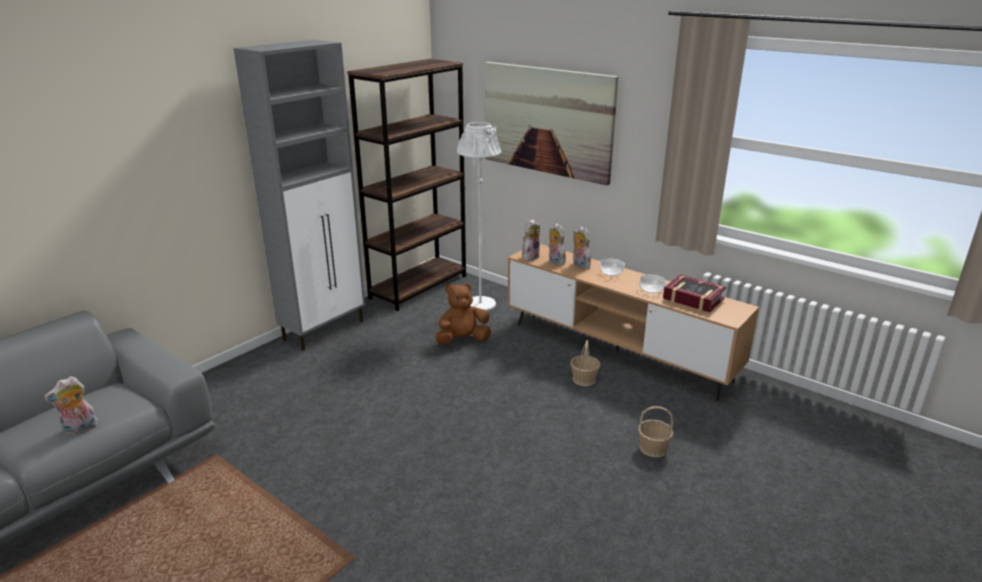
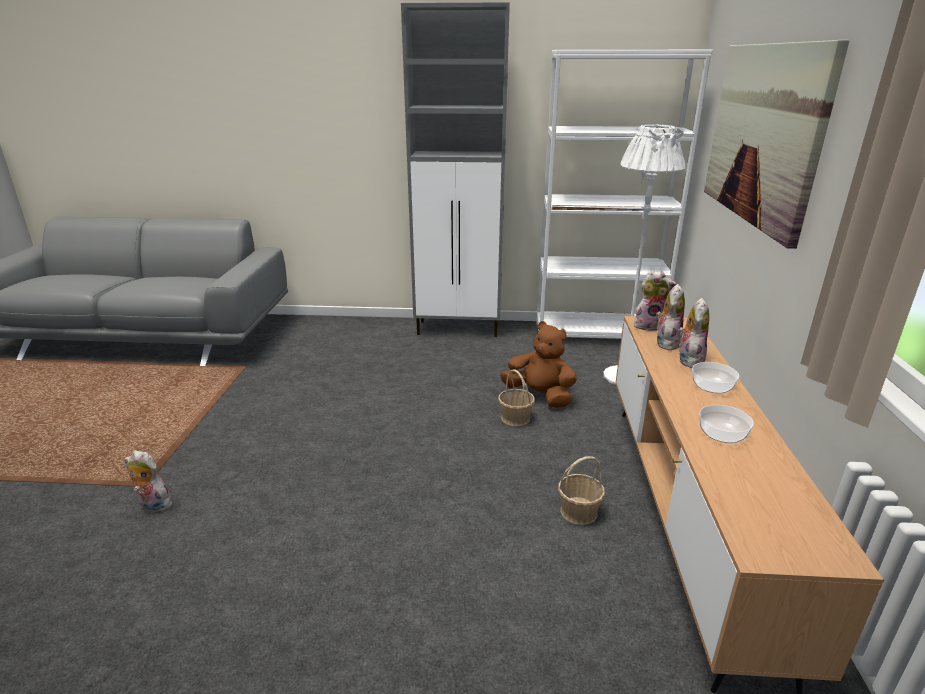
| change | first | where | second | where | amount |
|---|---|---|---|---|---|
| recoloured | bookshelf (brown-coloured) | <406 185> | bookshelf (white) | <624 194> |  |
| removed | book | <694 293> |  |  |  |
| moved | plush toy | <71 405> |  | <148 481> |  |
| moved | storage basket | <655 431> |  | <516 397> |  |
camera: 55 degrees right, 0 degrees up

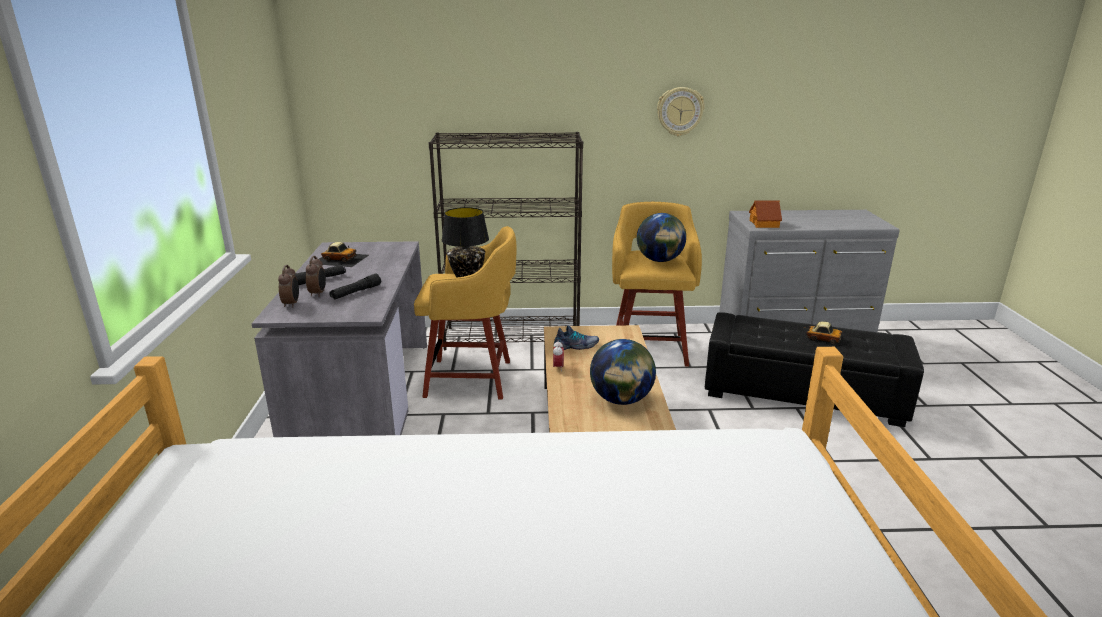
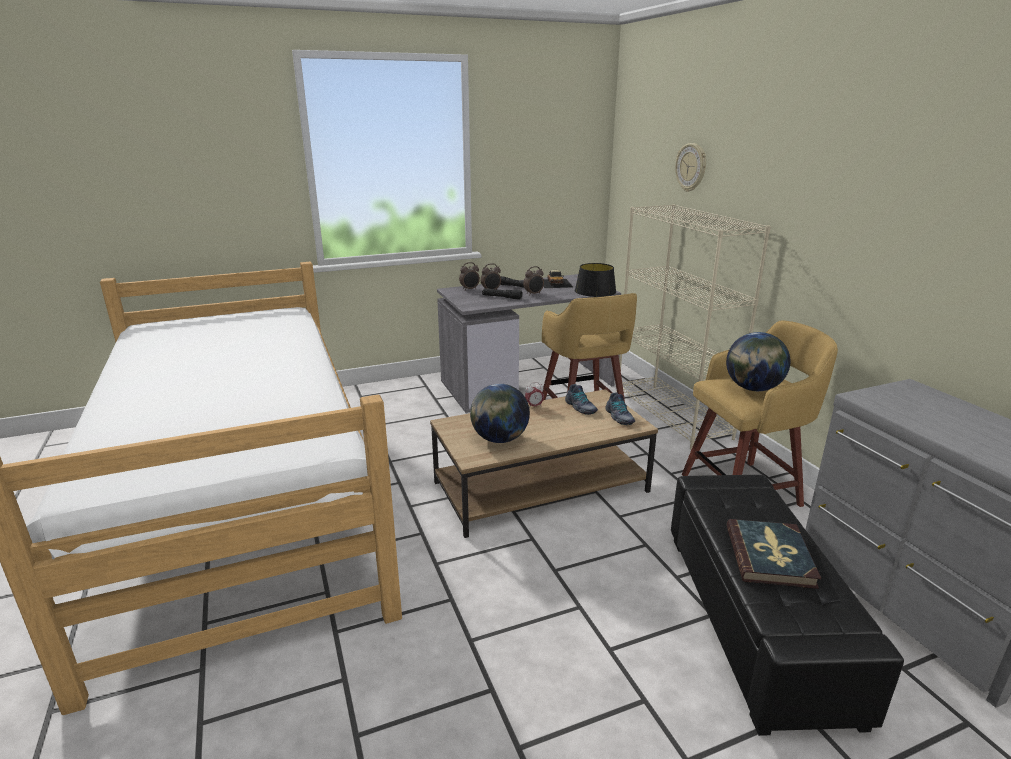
| change | first | where | second | where | amount |
|---|---|---|---|---|---|
| moved | clock on the wall | <681 111> |  | <690 167> |  |
| recoloured | bookshelf (blackish) | <506 241> | bookshelf (beige-coloured) | <693 327> |  |
| removed | toy house | <765 214> |  |  |  |
| replaced | miniature car | <824 336> | book | <774 554> |  |
| added |  |  | table clock | <533 281> |  |
| added |  |  | shoe | <620 409> |  |
camera: 70 degrees right, 0 degrees up

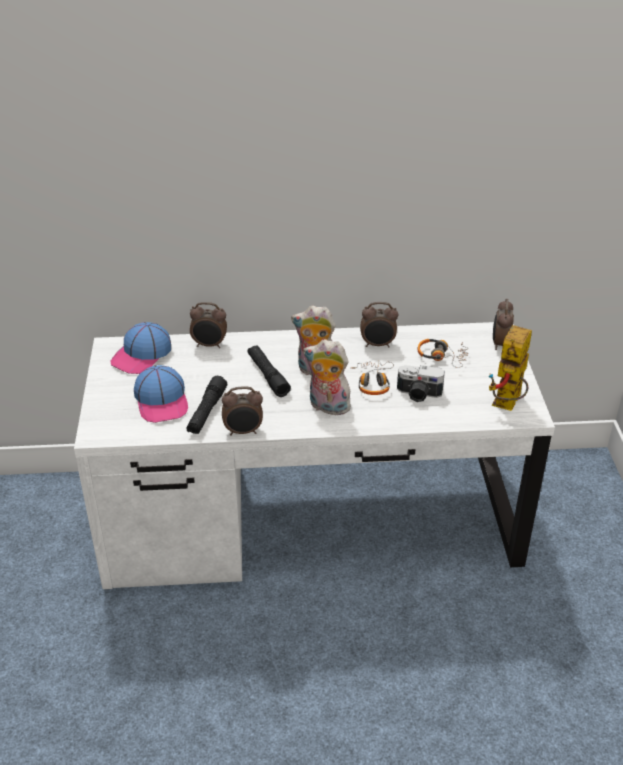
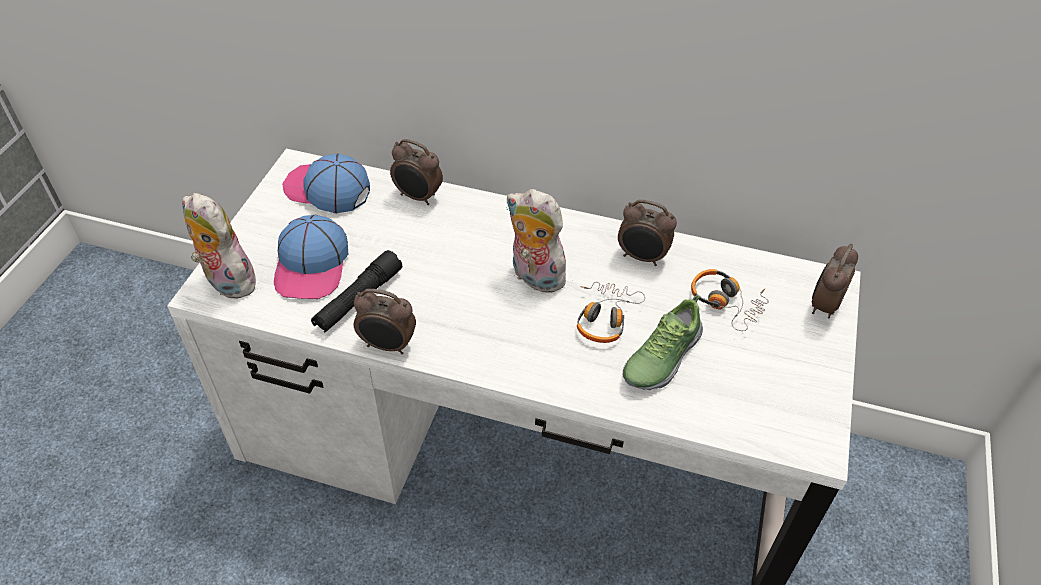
| change | first | where | second | where | amount |
|---|---|---|---|---|---|
| turned | peaked cap | <141 348> |  | <326 183> | 60 degrees clockwise |
| removed | robot figure | <510 368> |  |  |  |
| moved | plush toy | <328 377> |  | <222 246> |  |
| removed | flashlight (blackish) | <269 371> |  |  |  |
| replaced | photo camera | <421 383> | shoe | <663 342> |  |
camera: 20 degrees right, 10 degrees up

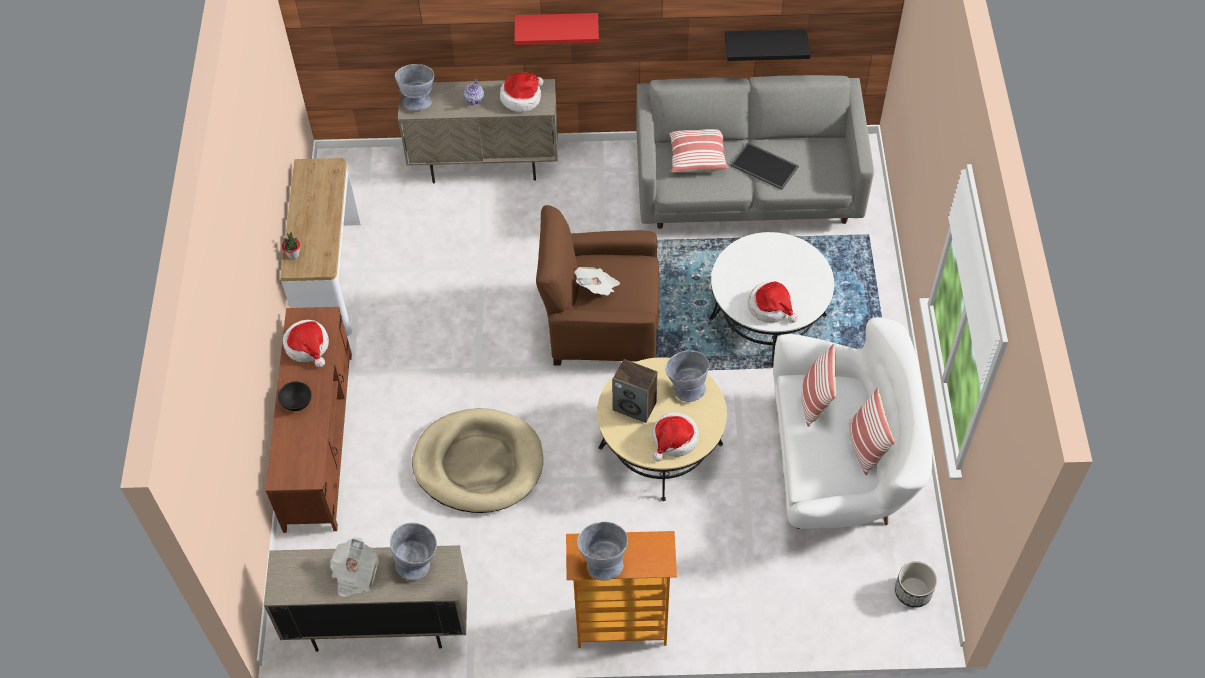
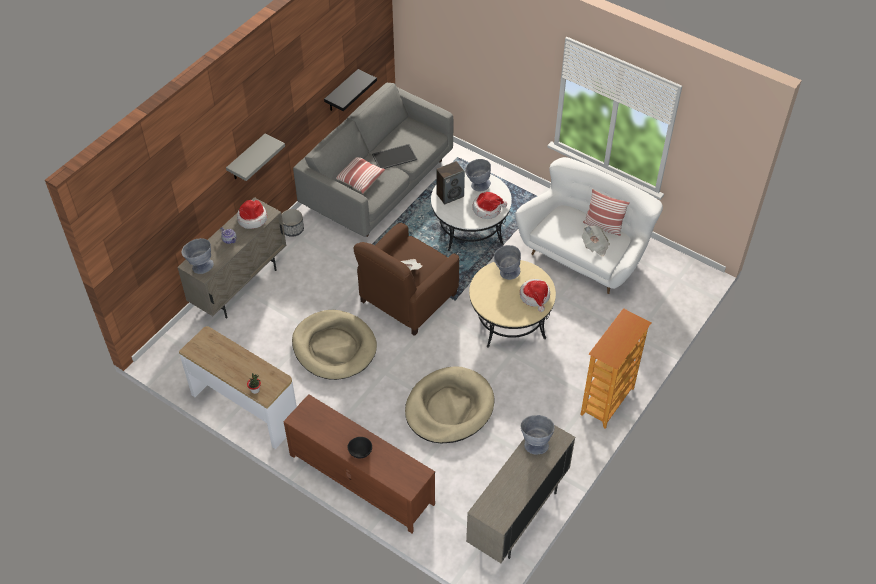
| change | first | where | second | where | amount |
|---|---|---|---|---|---|
| recoloured | bracket shelf (red) | <556 29> | bracket shelf (greyish) | <255 157> |  |
| removed | wearable hat | <306 343> |  |  |  |
| removed | throw pillow | <818 385> |  |  |  |
| moved | speaker | <634 391> |  | <450 183> |  |
| moved | deep dish (greyish) | <602 551> |  | <478 175> |  |
| moved | newspaper | <354 567> |  | <596 240> |  |
| moved | flower pot | <916 584> |  | <293 223> |  |
| added |  |  | pet bed (beige-coloured) | <334 345> |  |
camera: 55 degrees left, 5 degrees down

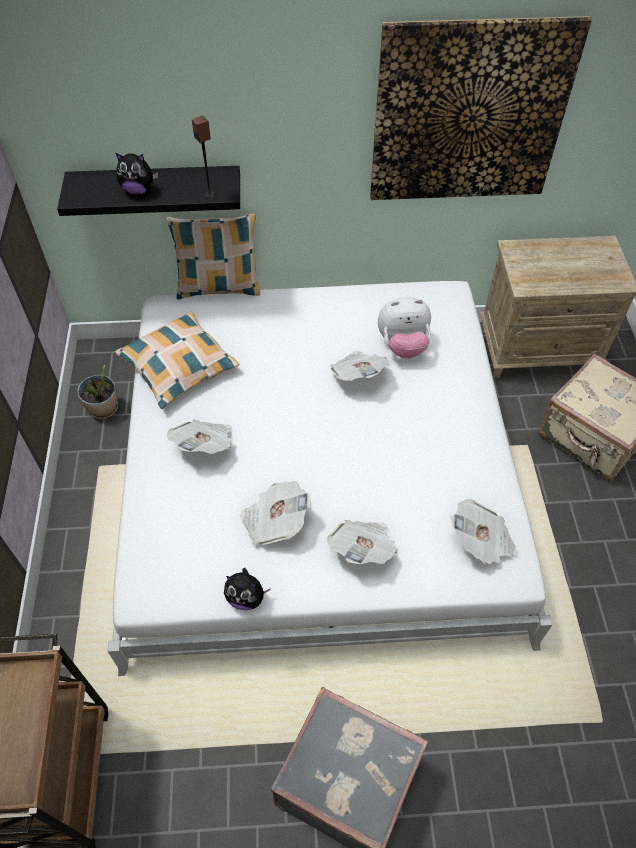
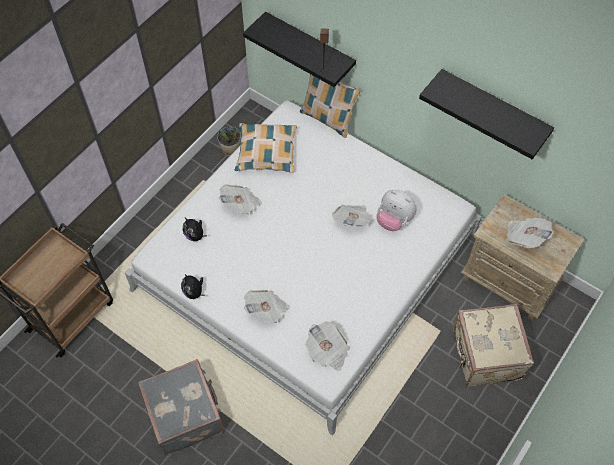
| change | first | where | second | where | amount |
|---|---|---|---|---|---|
| replaced | wall art | <481 108> | bracket shelf (blackish) | <486 114> |  |
| moved | plush toy | <137 173> |  | <195 229> |  |
| moved | newspaper | <275 513> |  | <529 232> |  |
camera: 40 degrees right, 5 degrees up

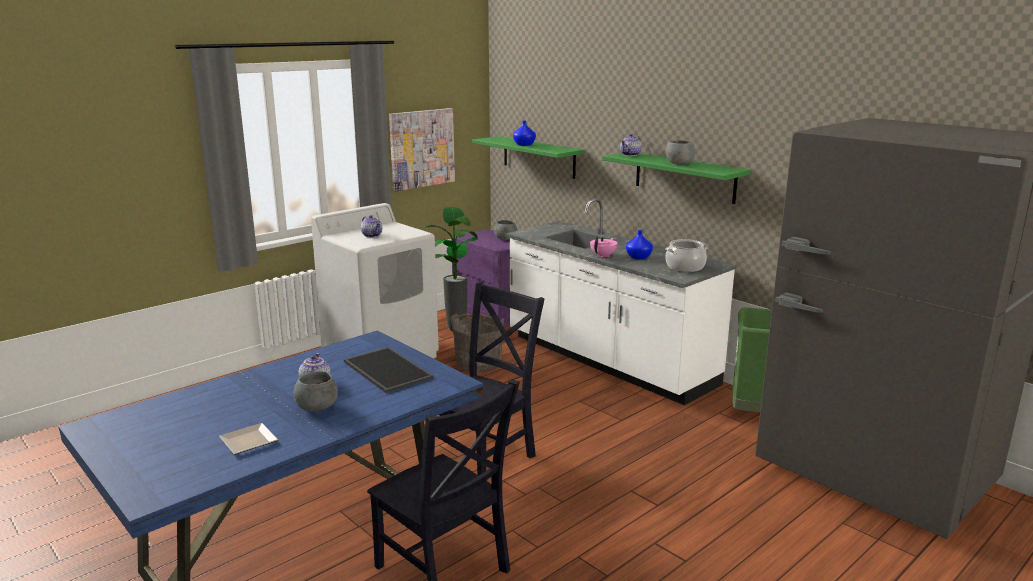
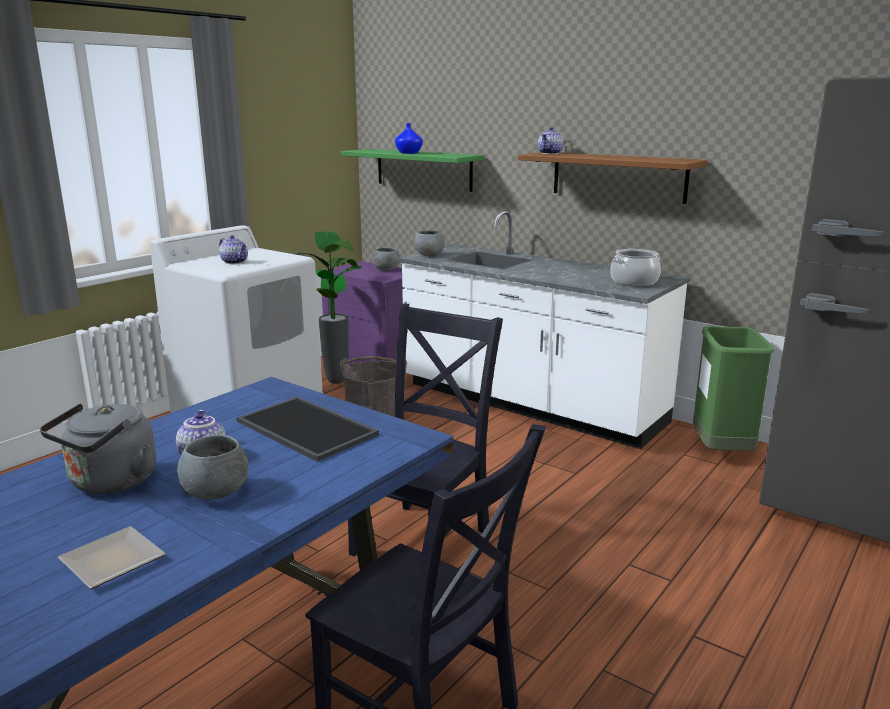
| change | first | where | second | where | amount |
|---|---|---|---|---|---|
| removed | wall art | <422 149> |  |  |  |
| moved | deep dish (greyish) | <680 152> |  | <429 243> |  |
| recoloured | bracket shelf (green) | <676 178> | bracket shelf (brown-coloured) | <613 178> |  |
| removed | decorative vase (blue) | <639 245> |  |  |  |
| removed | tea pot (pink) | <603 247> |  |  |  |
| added |  |  | kettle (greyish) | <98 448> |  |
camera: 10 degrees left, 0 degrees up

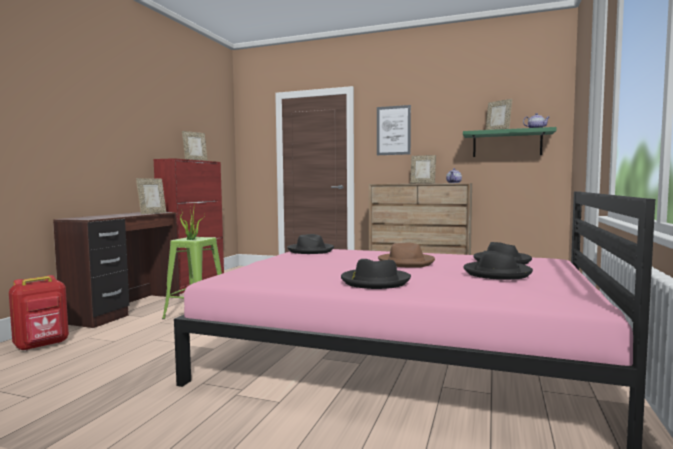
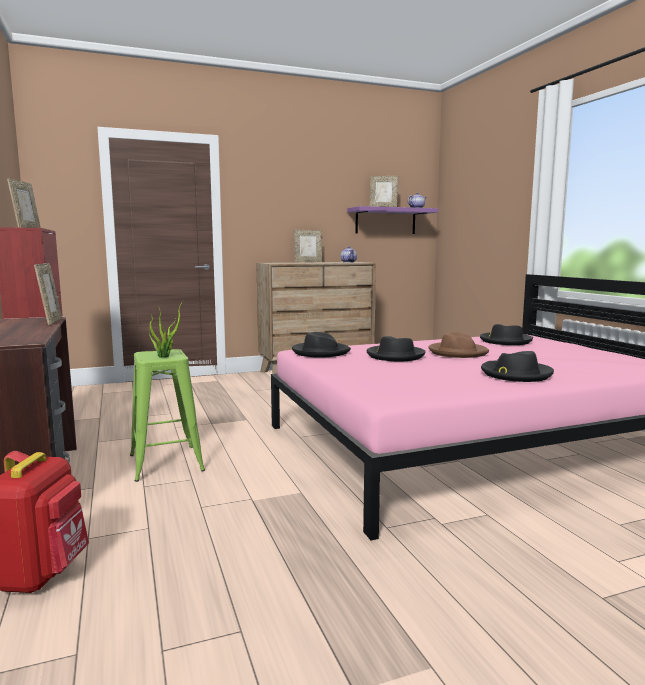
| change | first | where | second | where | amount |
|---|---|---|---|---|---|
| removed | wall art | <394 130> |  |  |  |
| recoloured | bracket shelf (green) | <510 142> | bracket shelf (purple-coloured) | <392 220> |  |
| moved | wearable hat (blackish) | <498 265> |  | <396 348> |  |
camera: 40 degrees left, 5 degrees up

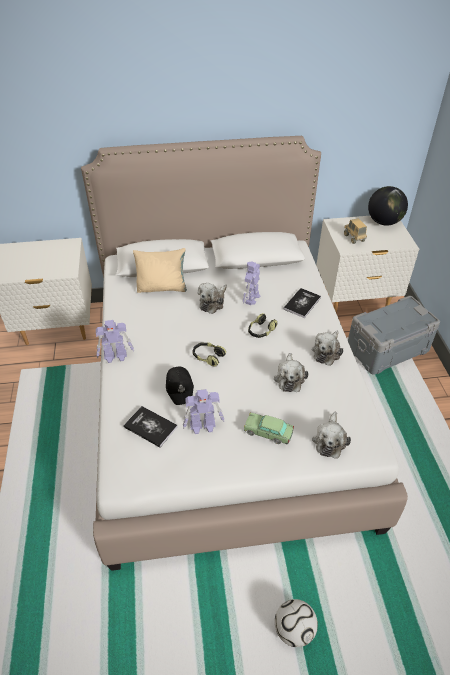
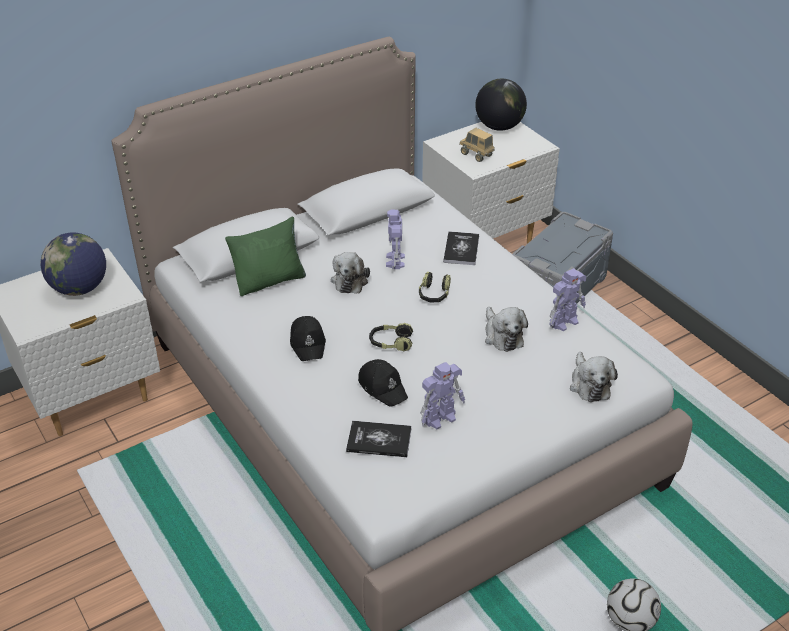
| change | first | where | second | where | amount |
|---|---|---|---|---|---|
| recoloured | throw pillow (beige-coloured) | <160 270> | throw pillow (green) | <265 256> |  |
| moved | robot figure | <115 341> |  | <568 299> |  |
| removed | plush toy | <328 348> |  |  |  |
| removed | miniature car | <269 428> |  |  |  |
| added |  |  | desk globe | <73 264> |  |
| added |  |  | peaked cap (blackish) | <308 338> |  |
camera: 25 degrees left, 5 degrees down

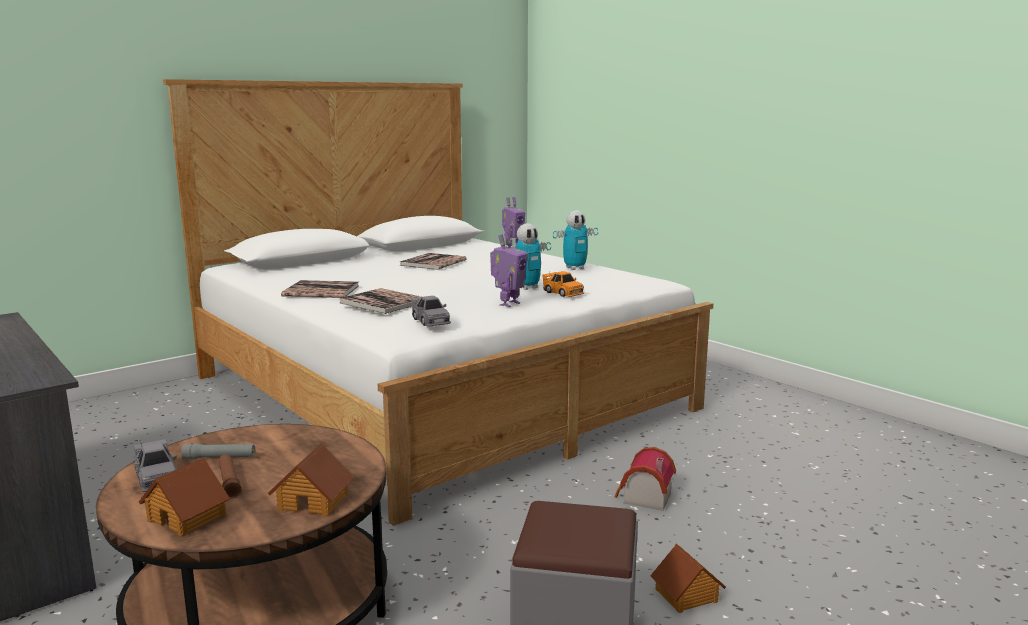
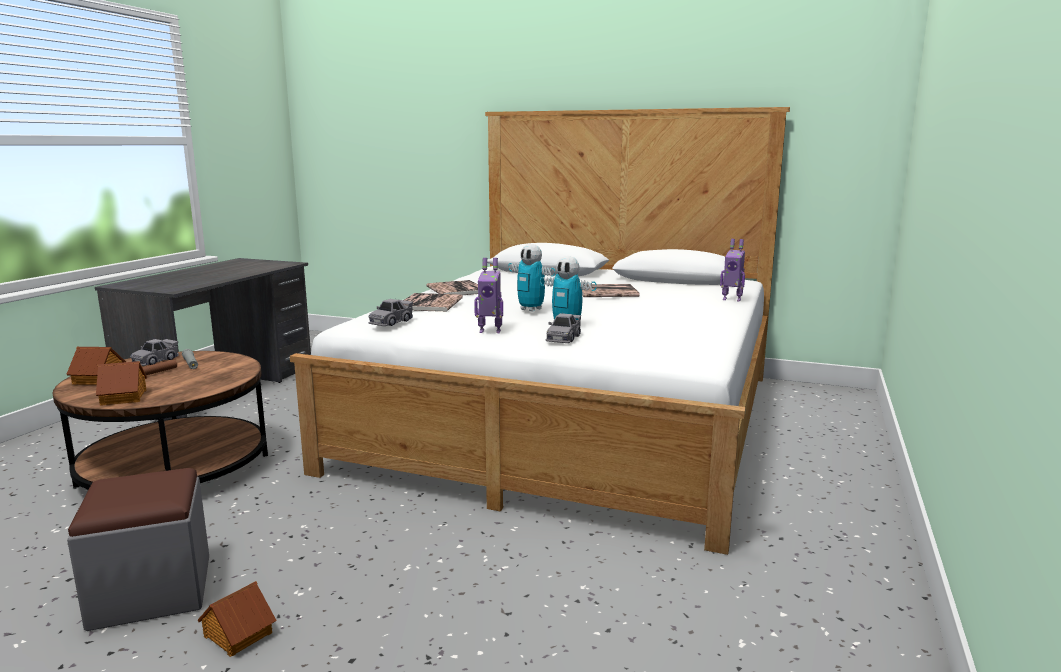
| change | first | where | second | where | amount |
|---|---|---|---|---|---|
| moved | robot figure | <575 240> |  | <531 278> |  |
| recoloured | miniature car (orange-coloured) | <563 284> | miniature car (greyish) | <563 327> |  |
| removed | toy house | <645 479> |  |  |  |
camera: 60 degrees right, 0 degrees up

